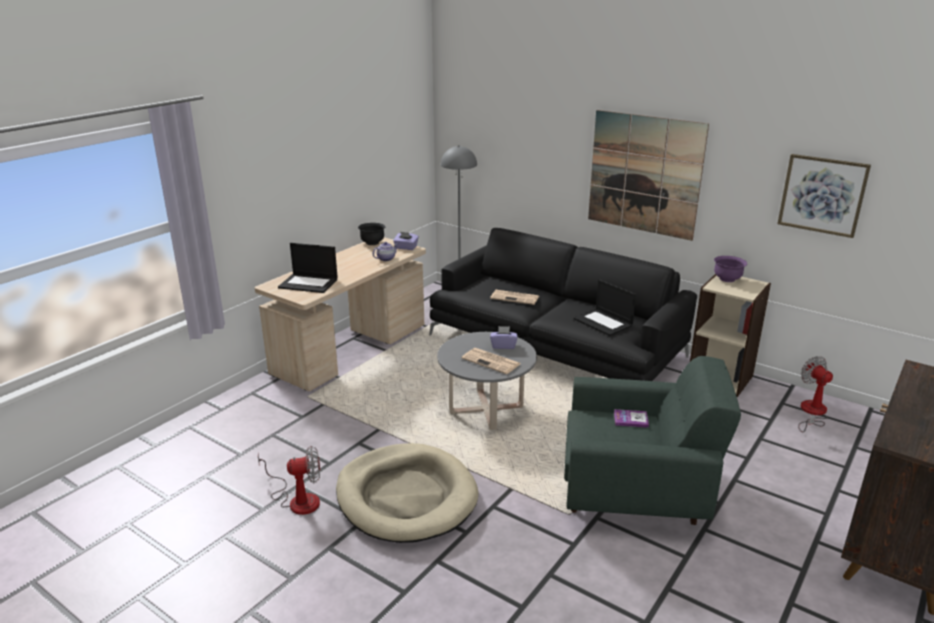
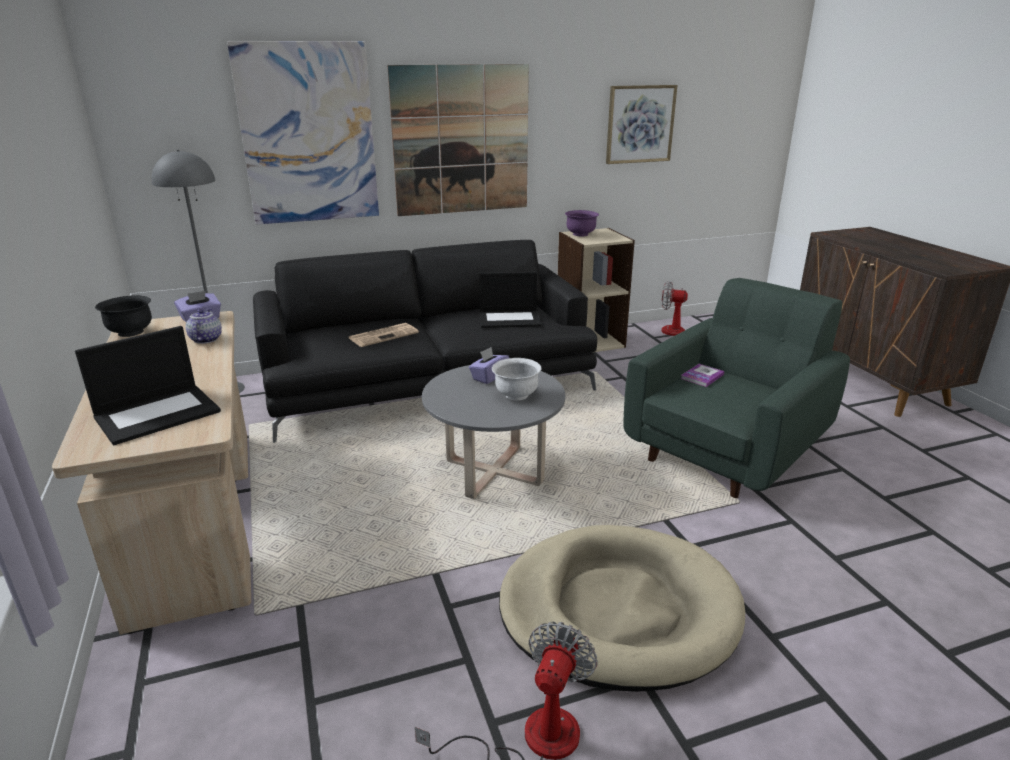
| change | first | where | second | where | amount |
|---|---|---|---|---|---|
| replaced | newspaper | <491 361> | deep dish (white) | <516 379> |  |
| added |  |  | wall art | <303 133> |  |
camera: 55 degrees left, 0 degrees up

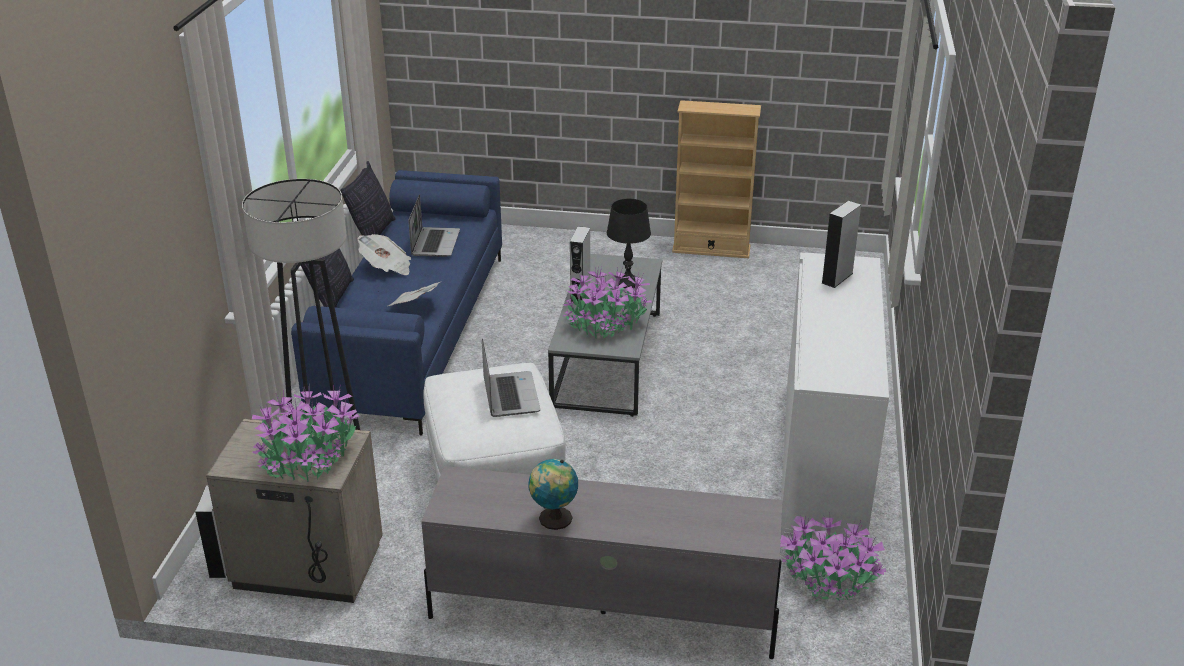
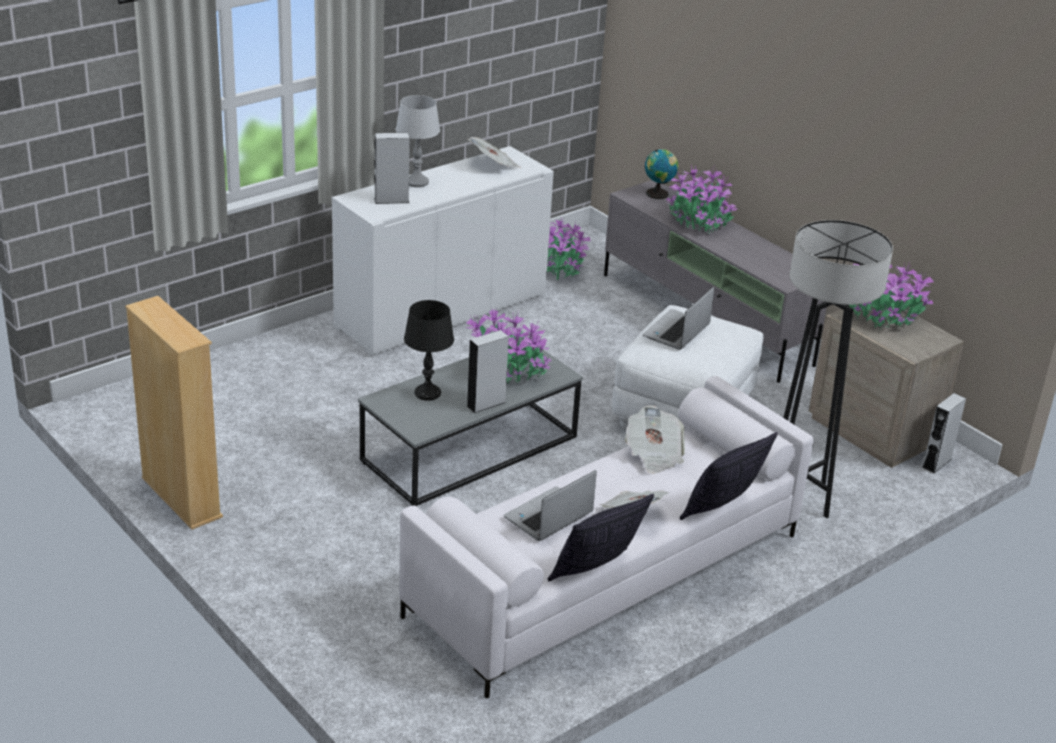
| change | first | where | second | where | amount |
|---|---|---|---|---|---|
| recoloured | settee (blue) | <396 303> | settee (white) | <606 537> |  |
| moved | desk globe | <553 494> |  | <661 174> |  |
| added |  |  | table lamp (greyish) | <418 141> |  |
| added |  |  | newspaper | <494 152> |  |
| added |  |  | plant in a pot | <702 200> |  |
camera: 140 degrees left, 0 degrees up

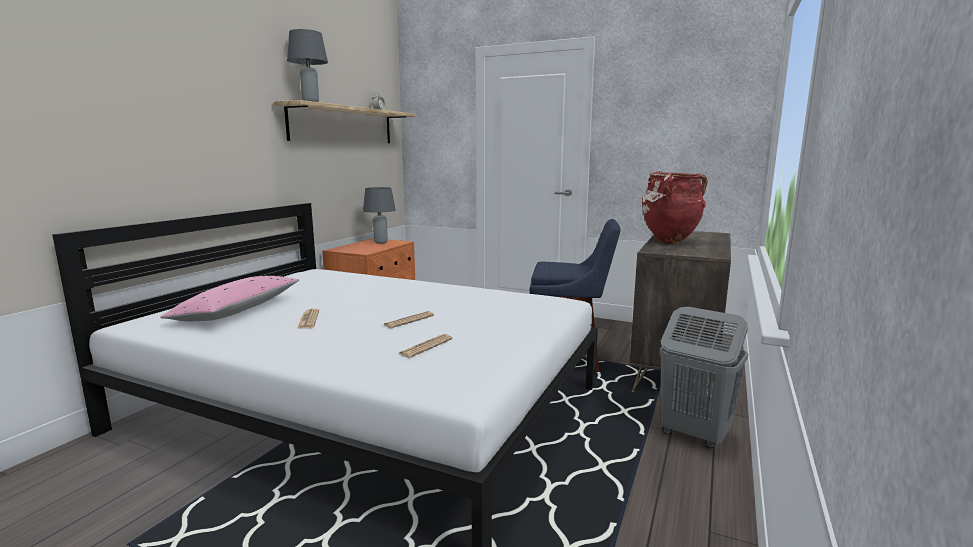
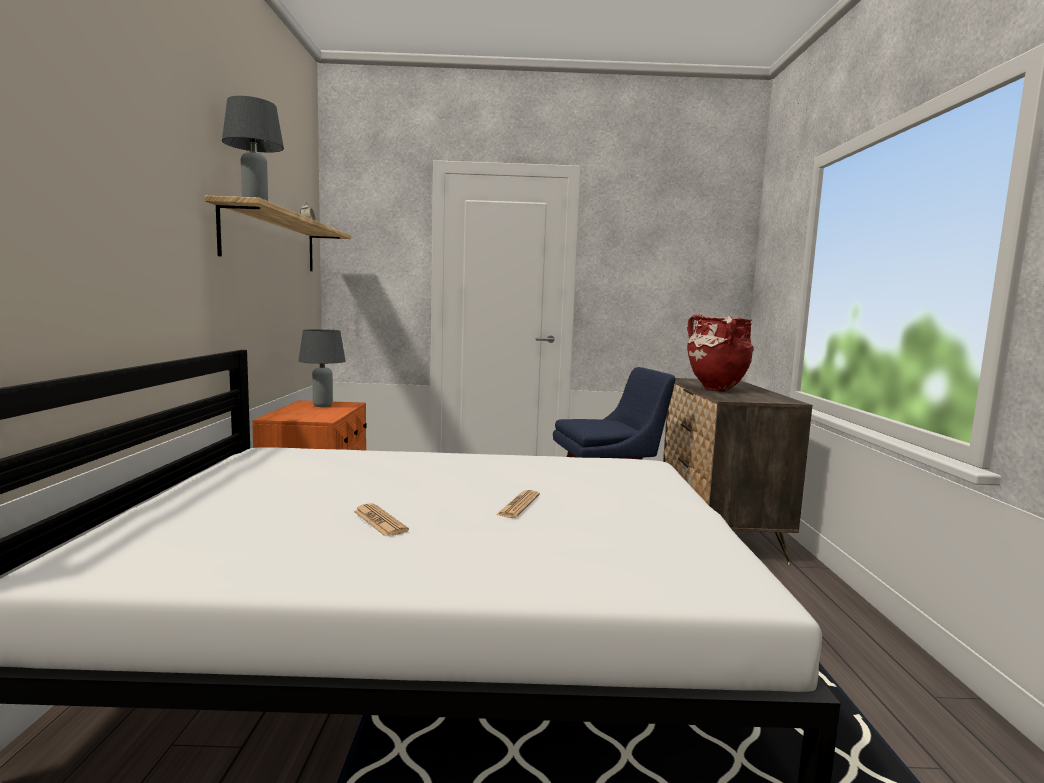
| change | first | where | second | where | amount |
|---|---|---|---|---|---|
| removed | throw pillow (pink) | <229 298> |  |  |  |
| removed | laundry basket (greyish) | <703 377> |  |  |  |
| removed | newspaper | <426 346> |  |  |  |
camera: 25 degrees left, 5 degrees down

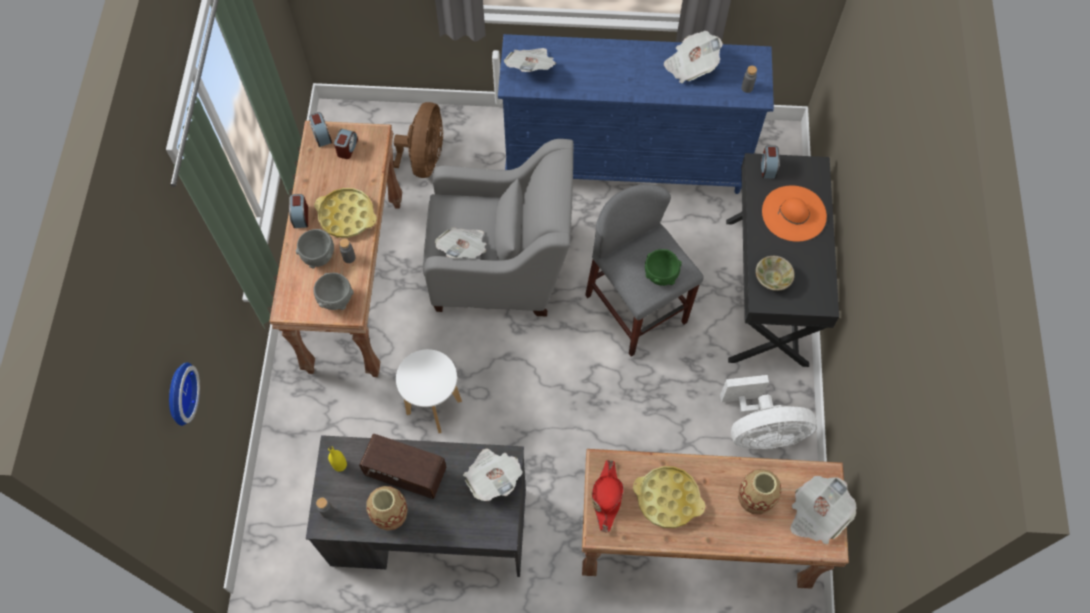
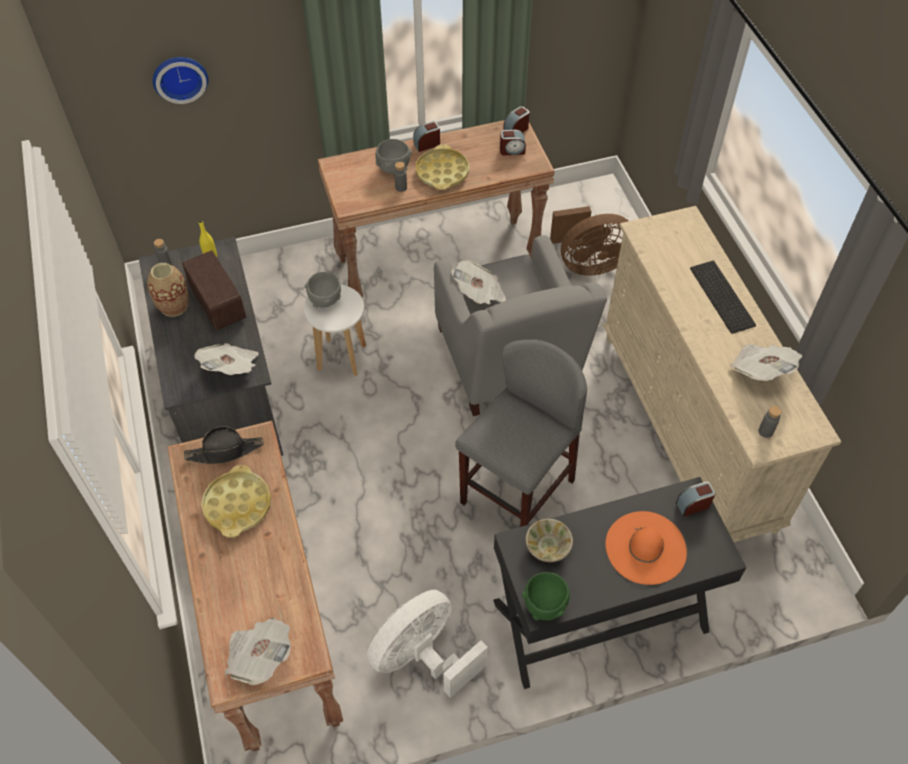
| change | first | where | second | where | amount |
|---|---|---|---|---|---|
| recoloured | drawer chest (blue) | <636 114> | drawer chest (beige-coloured) | <722 374> |  |
| removed | newspaper | <530 60> |  |  |  |
| moved | deep dish (green) | <663 267> |  | <546 596> |  |
| moved | deep dish (greyish) | <333 291> |  | <323 290> |  |
| turned | fan (white) | <768 412> |  | <427 644> | 75 degrees clockwise |
| turned | radio receiver | <403 466> |  | <214 290> | 150 degrees clockwise |
| recoloured | wearable hat (red) | <607 496> | wearable hat (blackish) | <224 445> |  |
| removed | decorative vase | <760 492> |  |  |  |
| added |  |  | keyboard | <723 297> |  |
camera: 70 degrees right, 10 degrees down

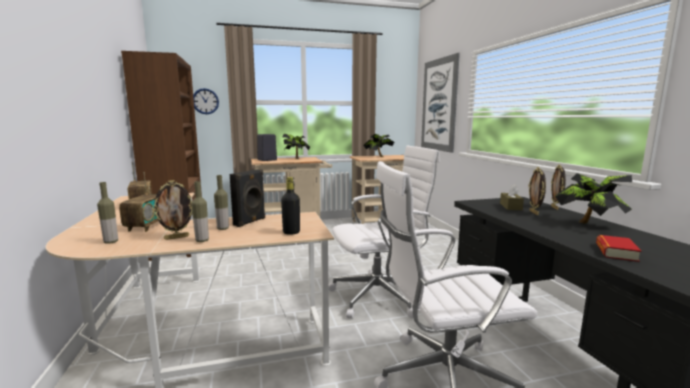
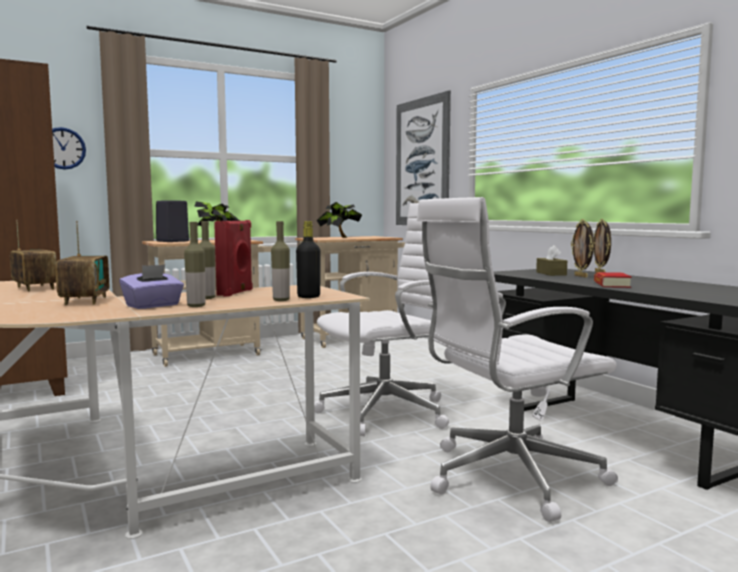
| change | first | where | second | where | amount |
|---|---|---|---|---|---|
| recoloured | speaker (blackish) | <247 198> | speaker (red) | <233 258> |  |
| removed | plant in a pot | <593 198> |  |  |  |
| replaced | picture frame | <172 210> | tissue holder (purple-coloured) | <151 286> |  |
| moved | beverage bottle | <107 213> |  | <280 261> |  |
| moved | book | <618 248> |  | <613 280> |  |
camera: 15 degrees left, 5 degrees down

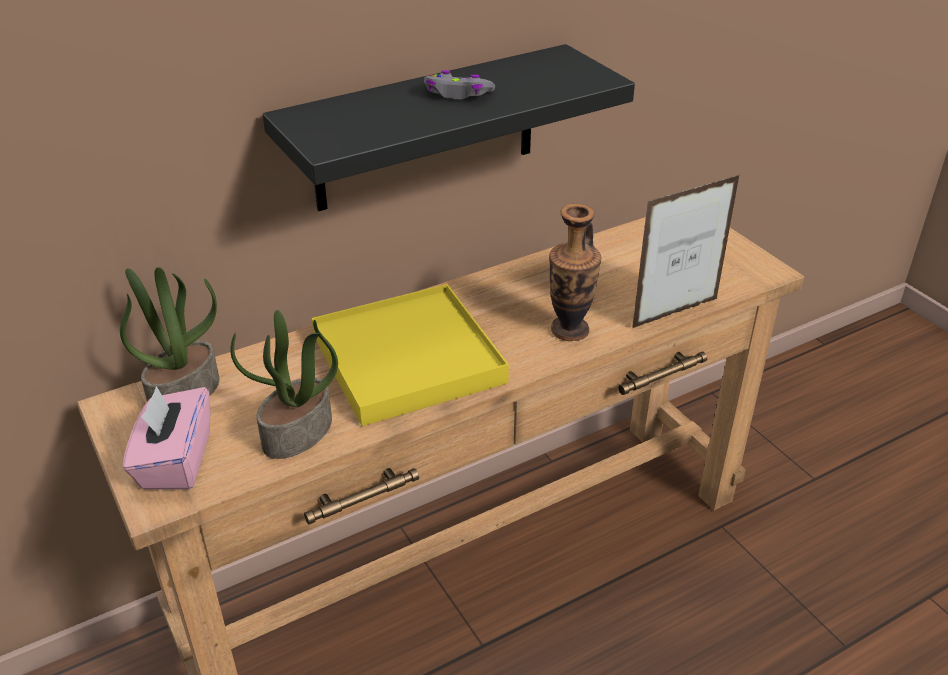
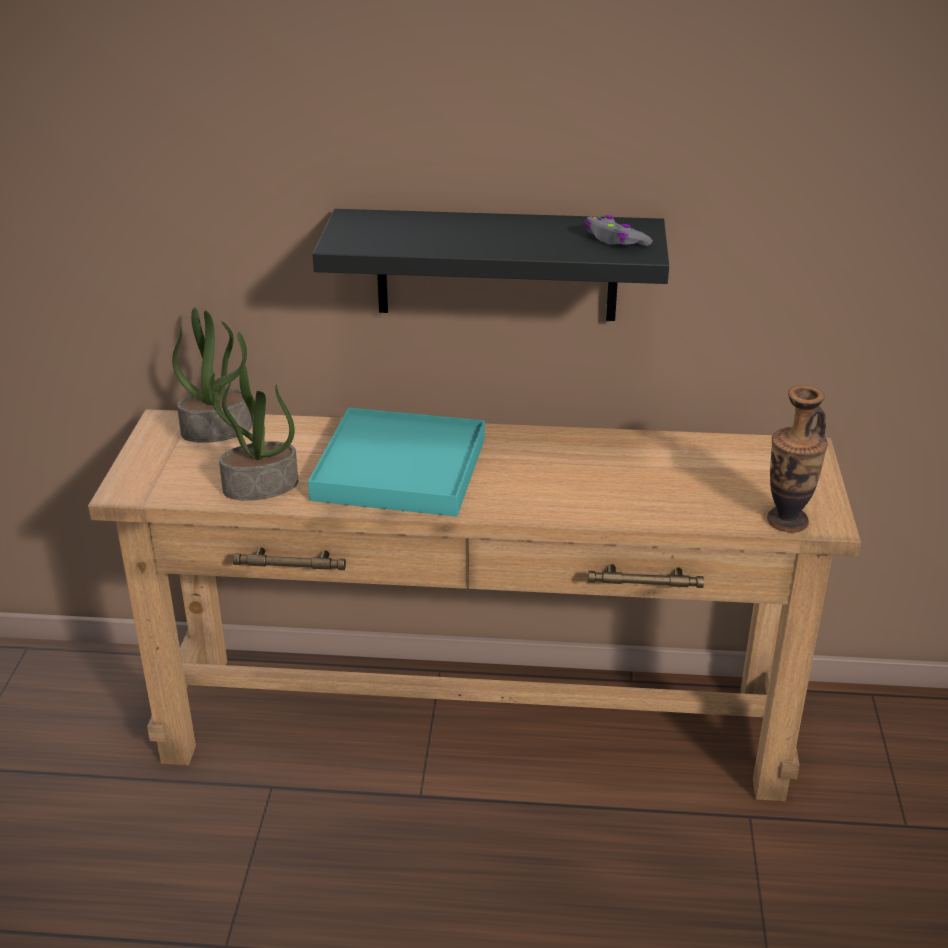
| change | first | where | second | where | amount |
|---|---|---|---|---|---|
| moved | joypad (greyish) | <459 84> |  | <619 230> |  |
| removed | picture frame | <686 251> |  |  |  |
| moved | decorative vase | <575 272> |  | <797 459> |  |
| recoloured | serving tray (yellow-coloured) | <410 355> | serving tray (turquoise-coloured) | <396 462> |  |
| removed | tissue holder (pink) | <166 438> |  |  |  |
camera: 35 degrees right, 5 degrees down

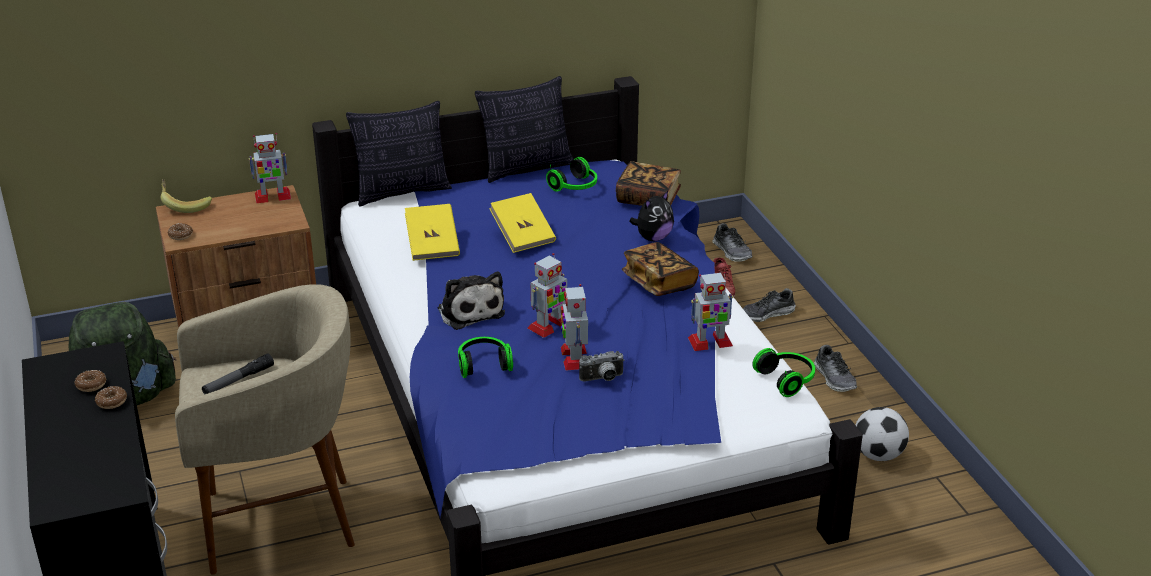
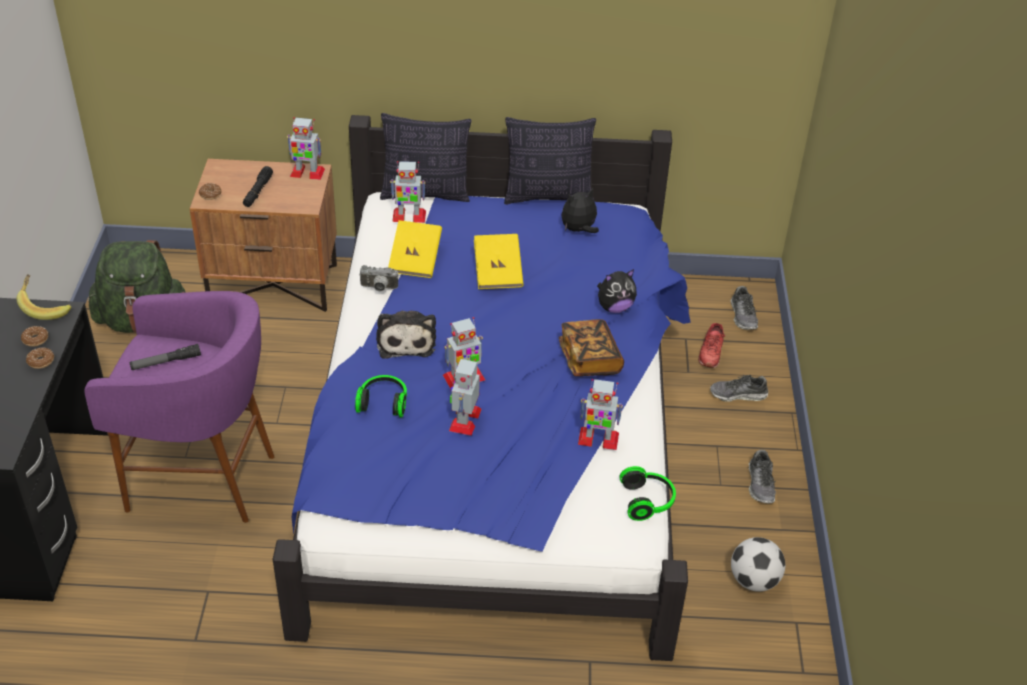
| change | first | where | second | where | amount |
|---|---|---|---|---|---|
| replaced | headset | <571 174> | plush toy | <580 210> |  |
| removed | book | <648 183> |  |  |  |
| moved | banana fruit | <186 196> |  | <44 297> |  |
| recoloured | sitting stool (beige-coloured) | <265 429> | sitting stool (purple-coloured) | <179 407> |  |
| moved | photo camera | <602 366> |  | <379 278> |  |
| added |  |  | robot figure | <408 192> |  |
| added |  |  | flashlight (blackish) | <258 186> |  |
camera: 20 degrees right, 10 degrees up

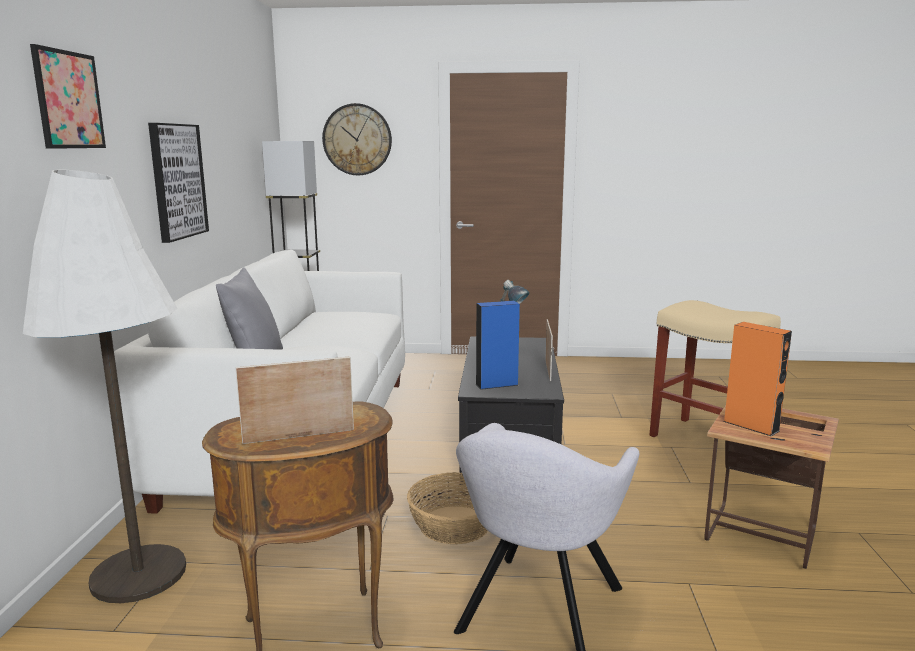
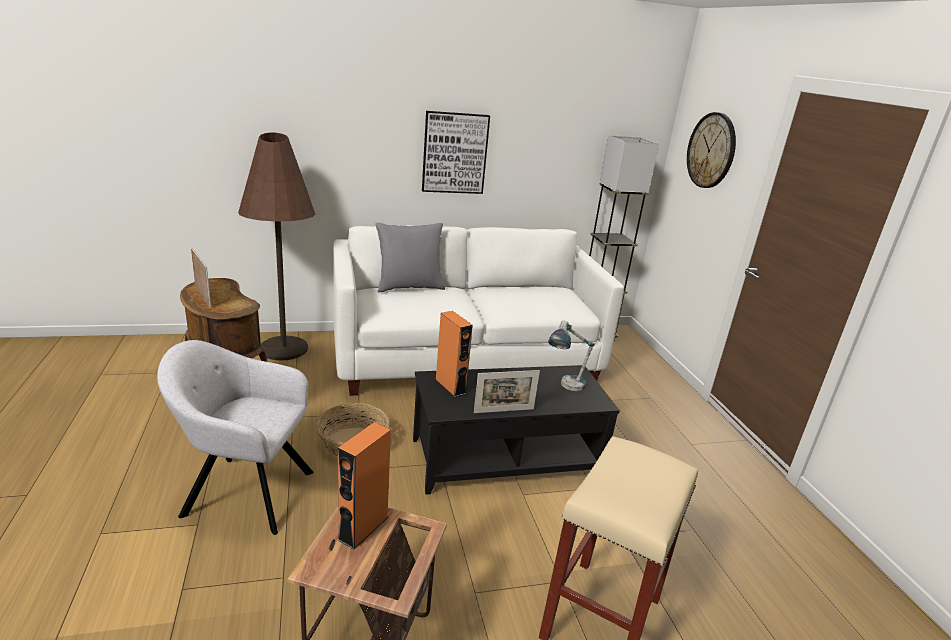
| change | first | where | second | where | amount |
|---|---|---|---|---|---|
| removed | wall art | <68 96> |  |  |  |
| recoloured | standing lamp (white) | <104 386> | standing lamp (brown-coloured) | <276 247> |  |
| recoloured | speaker (blue) | <497 345> | speaker (orange-coloured) | <454 354> |  |
camera: 70 degrees right, 10 degrees up

